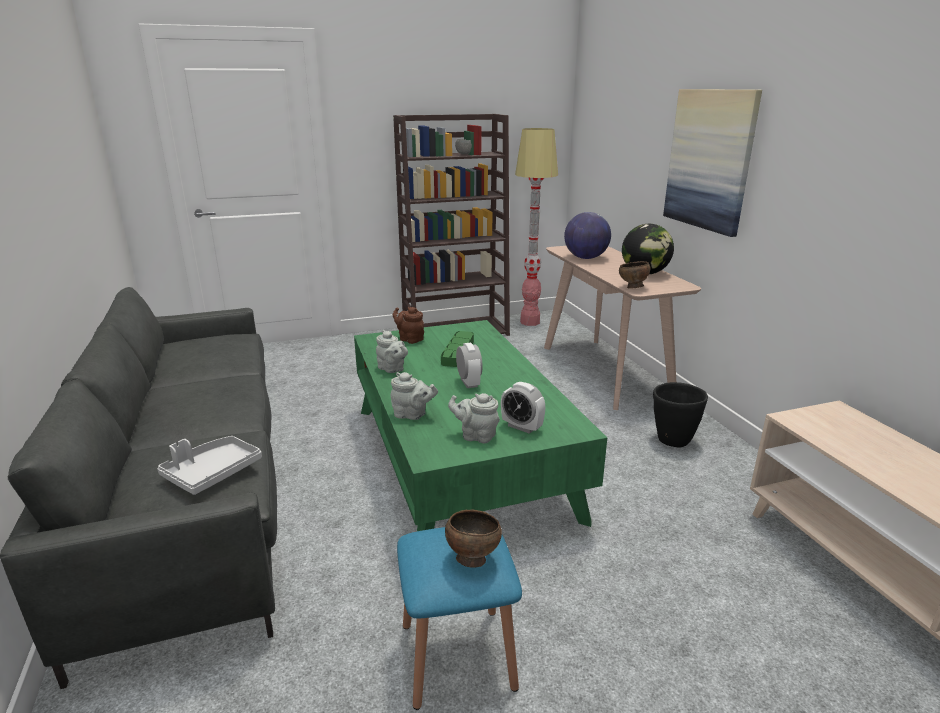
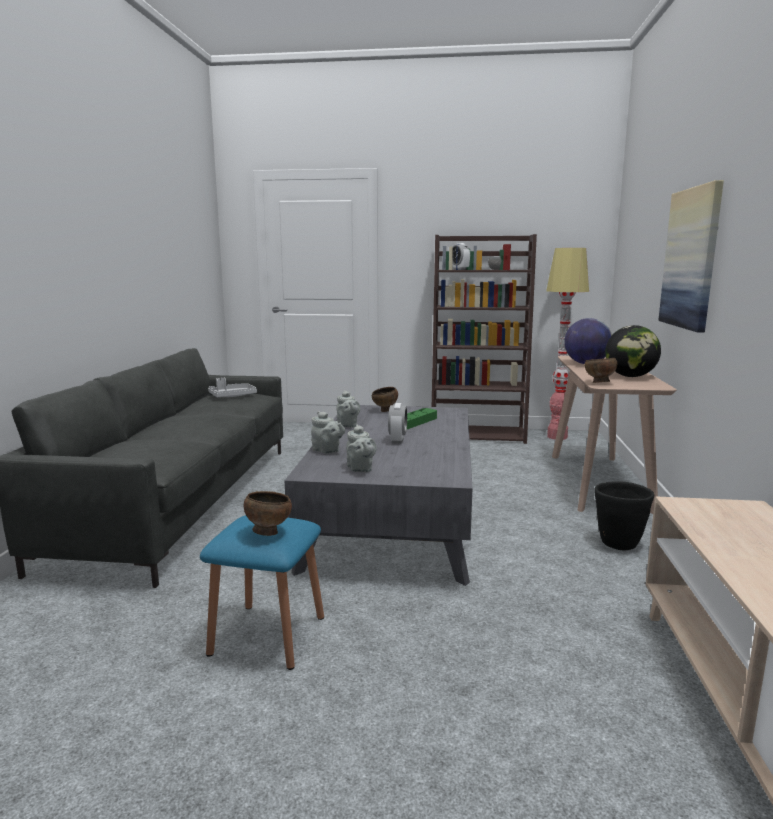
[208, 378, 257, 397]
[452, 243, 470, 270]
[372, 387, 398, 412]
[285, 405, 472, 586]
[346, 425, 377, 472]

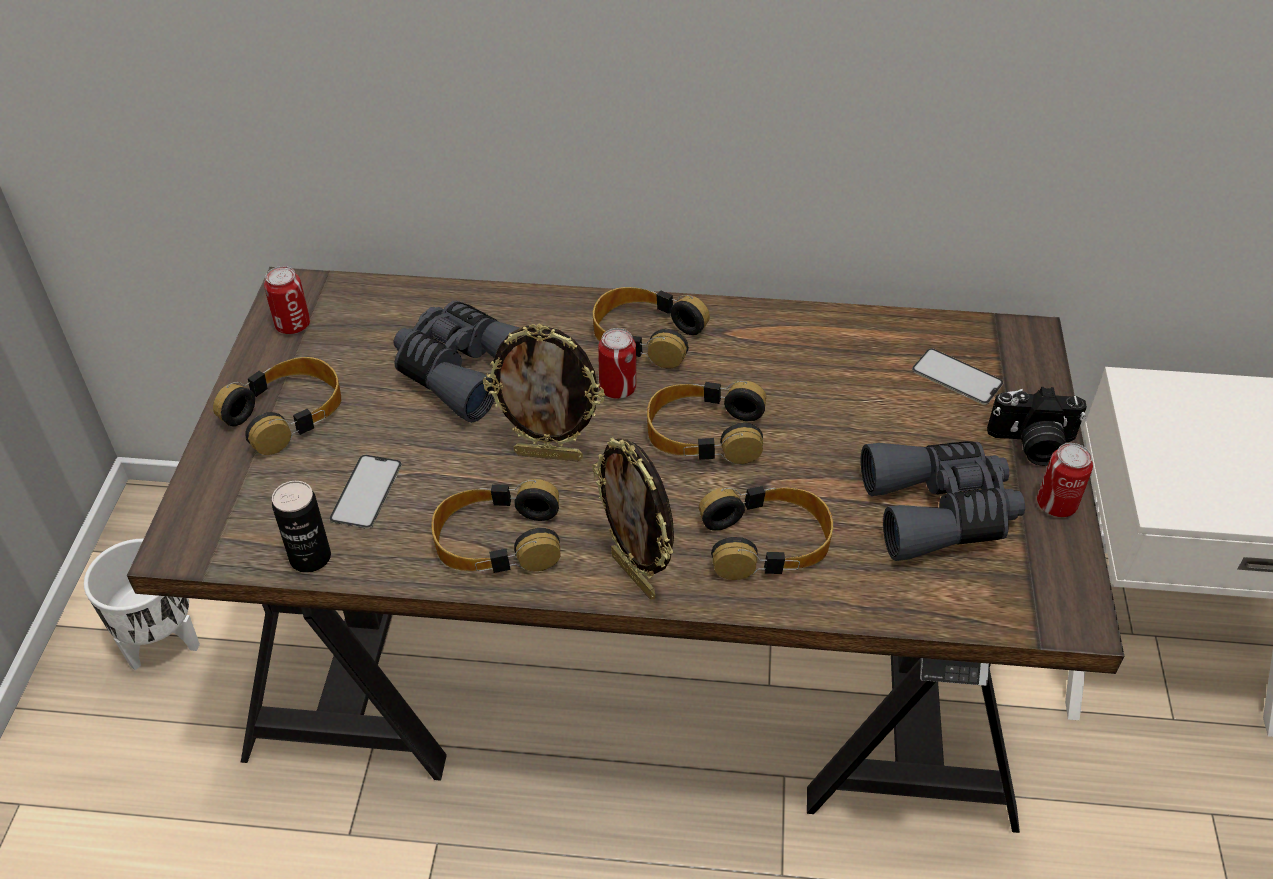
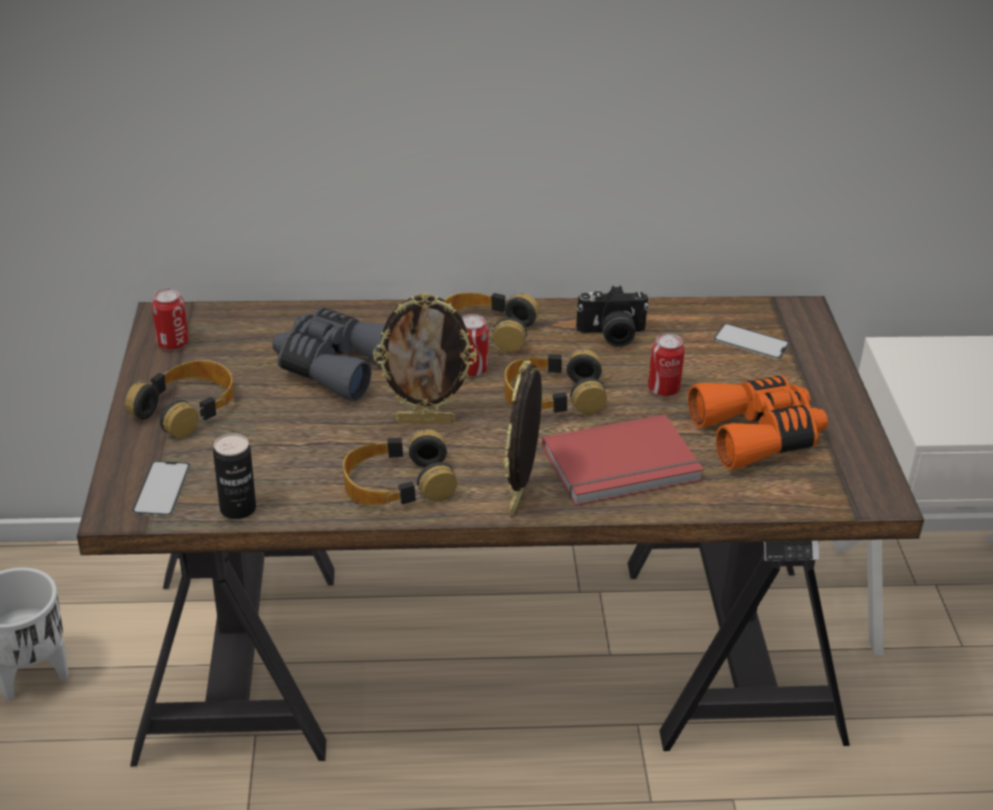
[132, 461, 191, 517]
[576, 286, 649, 347]
[648, 333, 685, 396]
[542, 414, 704, 506]
[688, 376, 828, 469]
[504, 360, 542, 516]

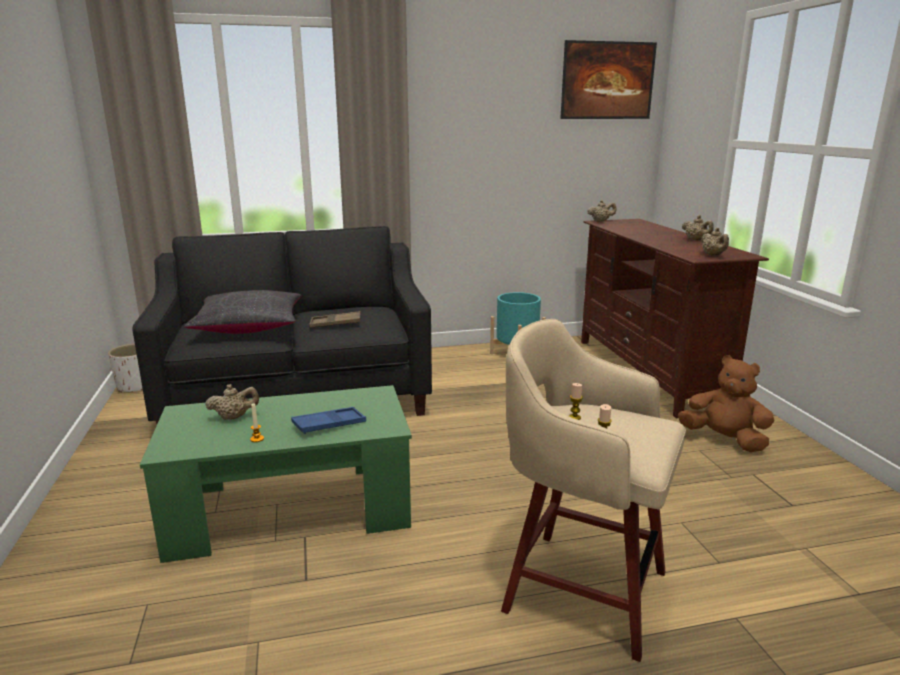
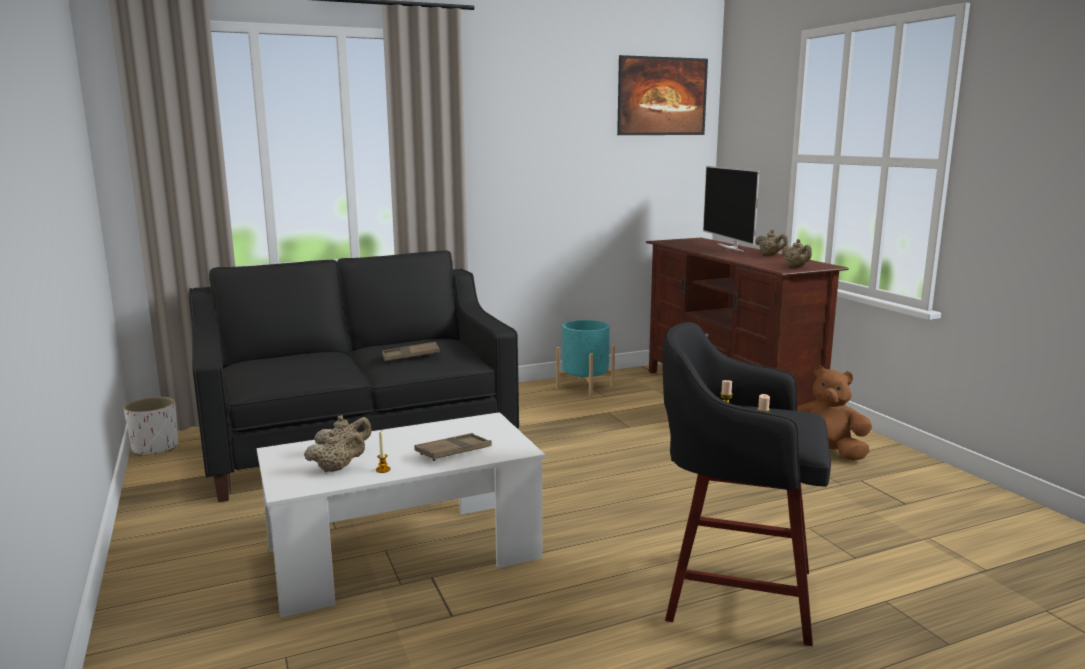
[184, 290, 302, 334] (first image)
[703, 166, 760, 252]
[304, 430, 365, 472]
[257, 412, 545, 618]
[414, 433, 492, 461]
[662, 322, 831, 646]

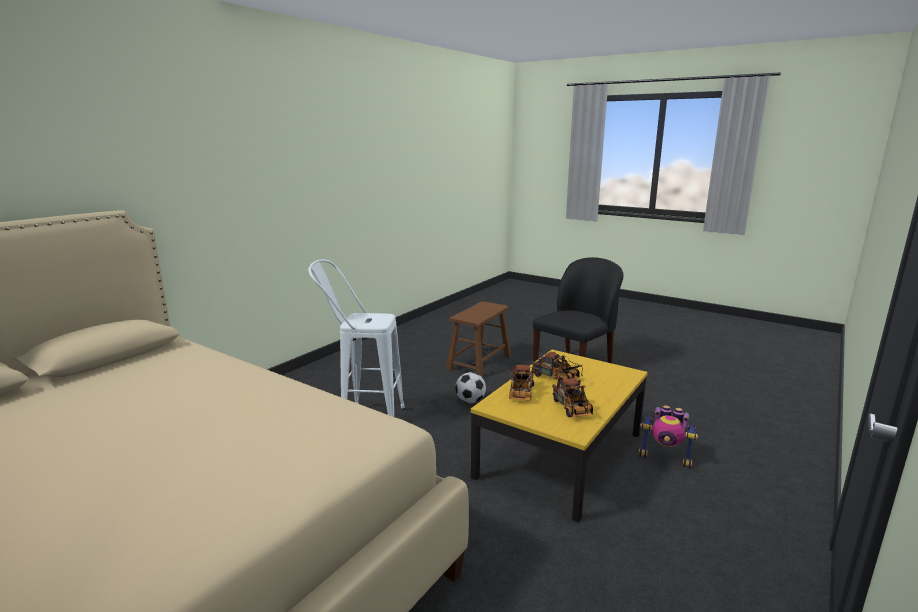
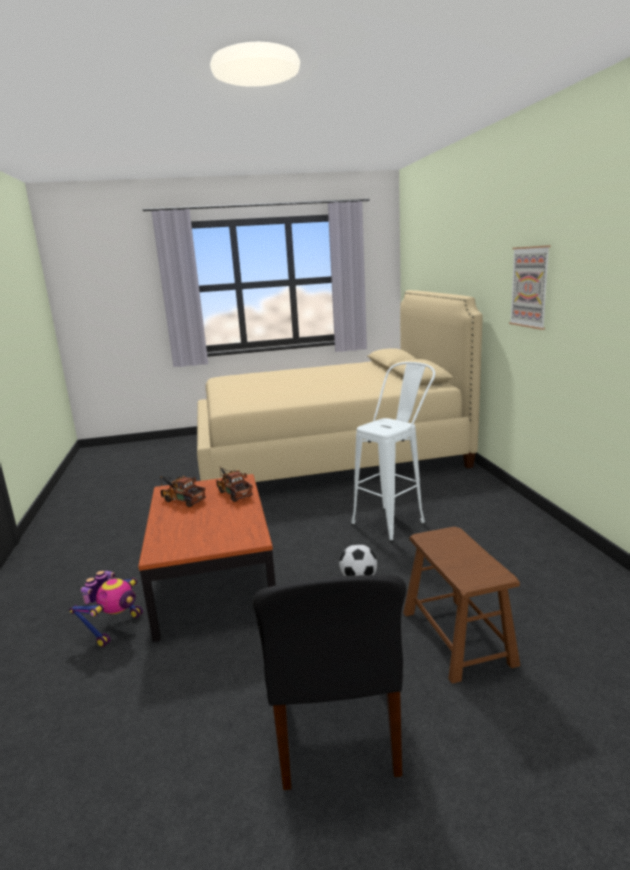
[532, 352, 583, 385] (first image)
[509, 245, 551, 330]
[138, 474, 276, 642]
[69, 571, 143, 647]

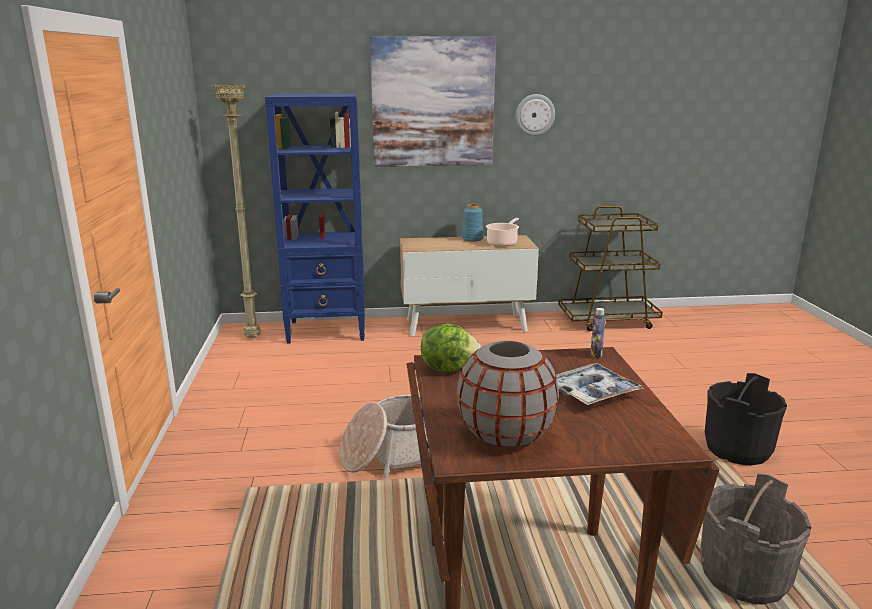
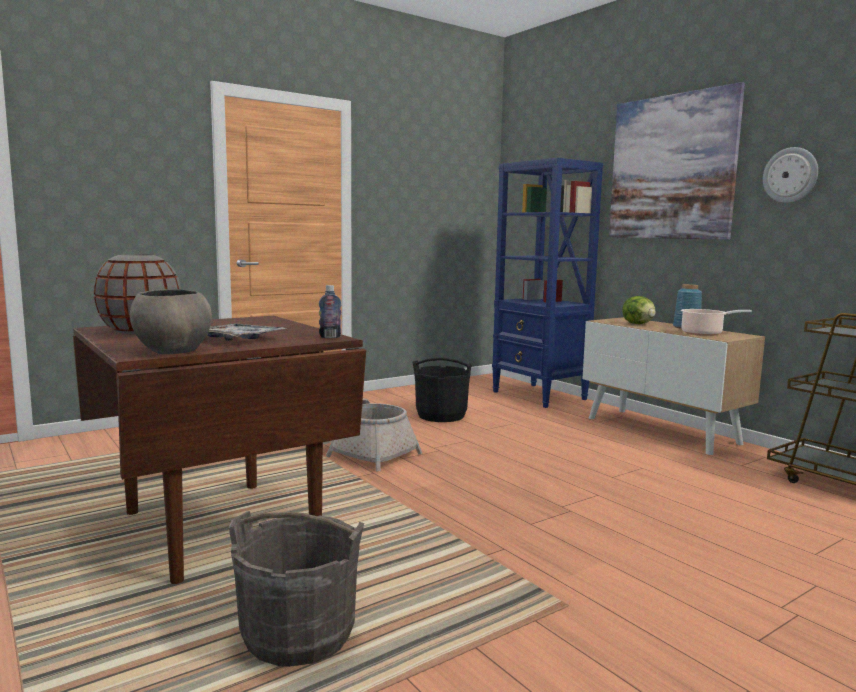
[213, 84, 261, 338] (first image)
[130, 289, 212, 354]
[622, 296, 656, 324]
[413, 358, 472, 422]

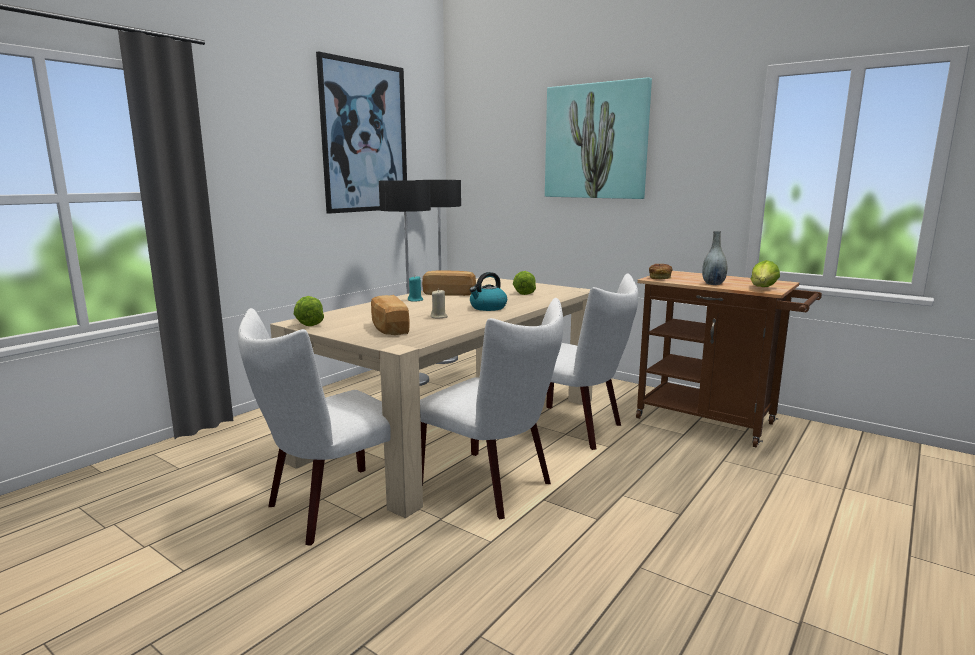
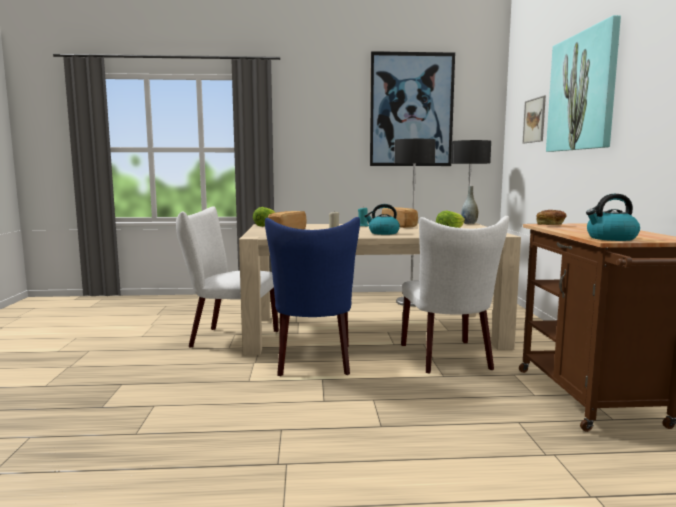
[522, 95, 546, 144]
[461, 186, 478, 224]
[586, 194, 640, 241]
[265, 217, 360, 376]

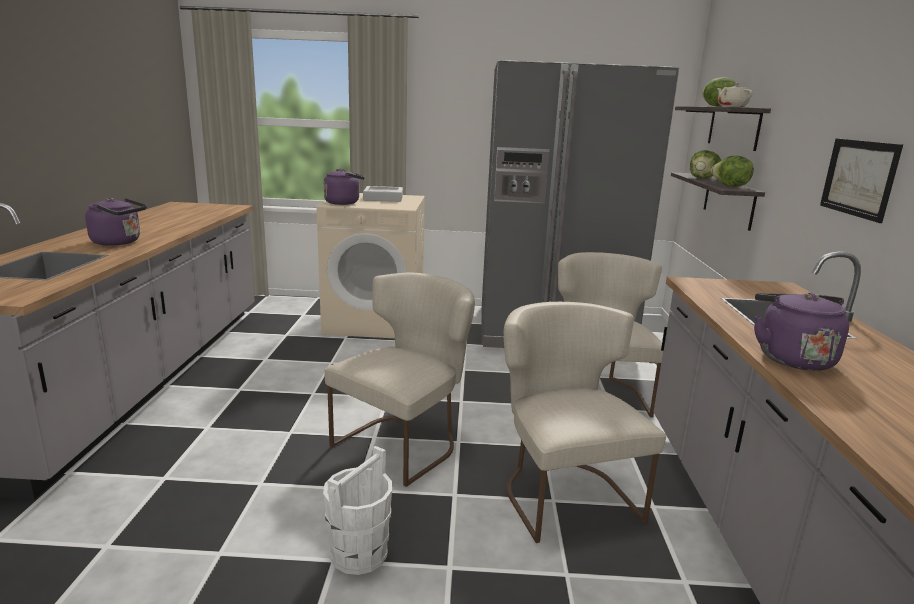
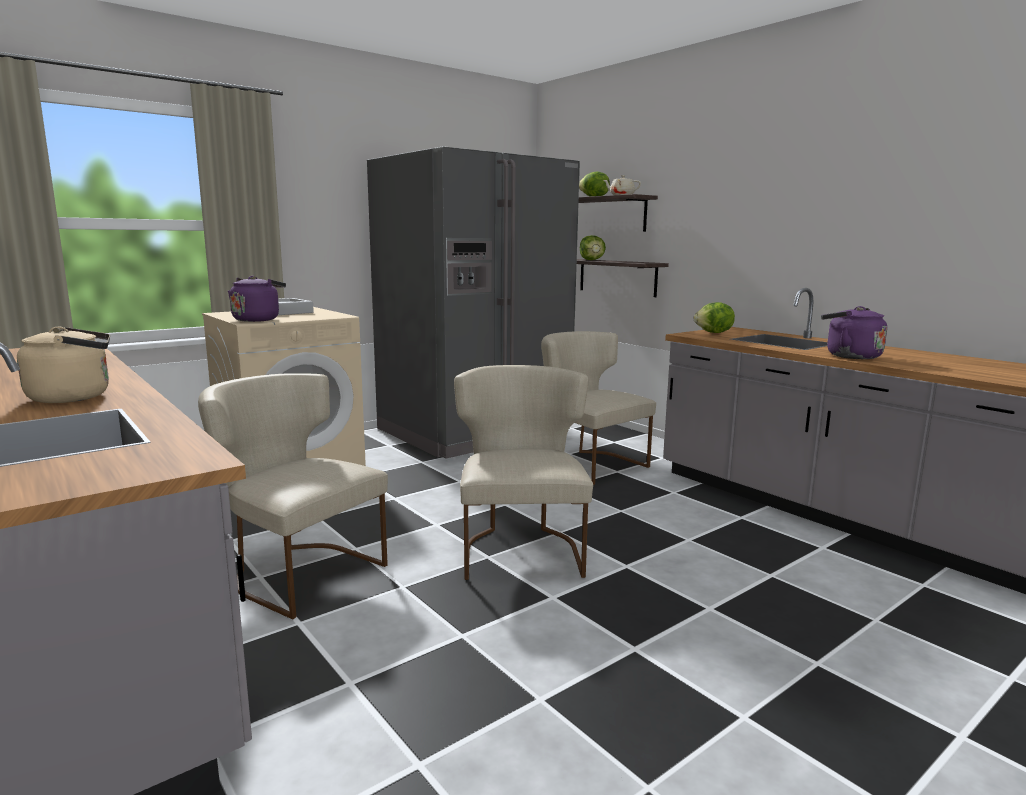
[323, 446, 392, 575] (first image)
[820, 138, 903, 223] (first image)
[198, 373, 388, 619]
[694, 302, 735, 333]
[17, 327, 110, 403]

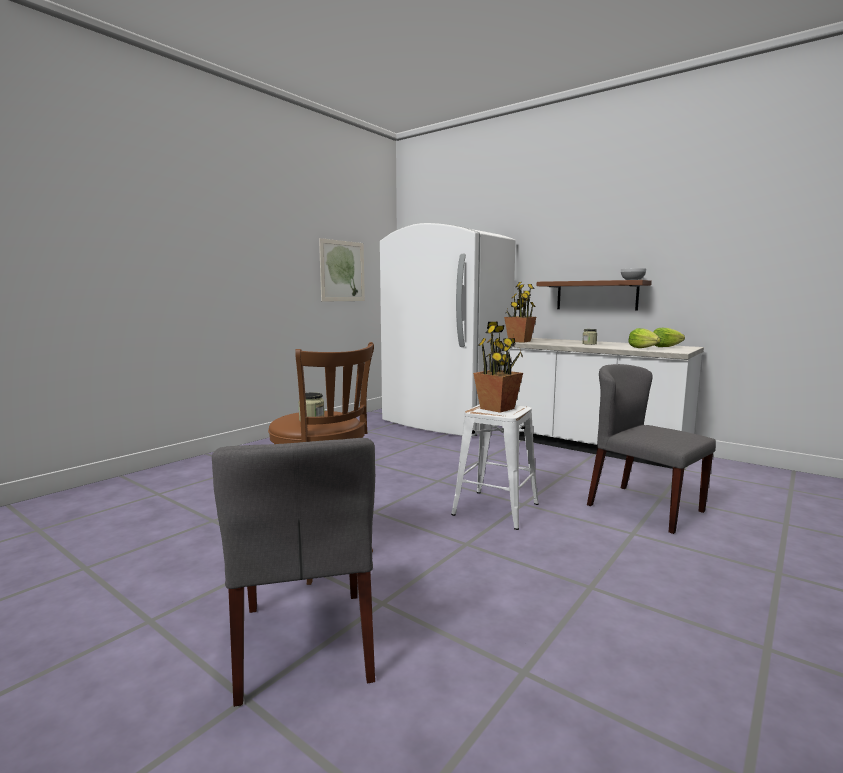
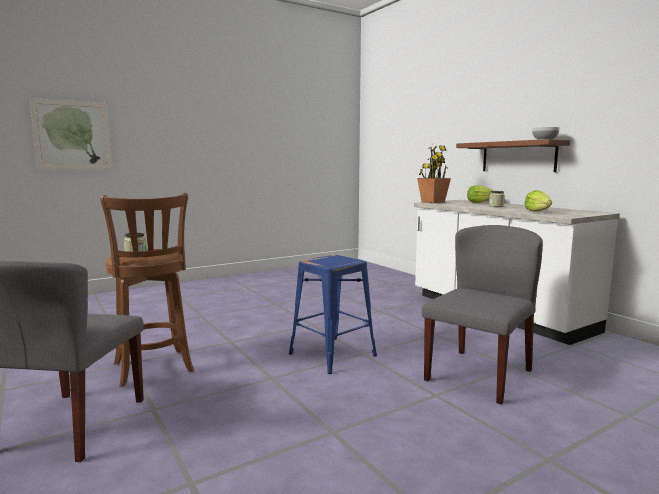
[380, 223, 516, 437] (first image)
[473, 322, 523, 413] (first image)
[30, 98, 112, 170]
[467, 185, 494, 203]
[289, 255, 377, 374]
[422, 225, 543, 405]

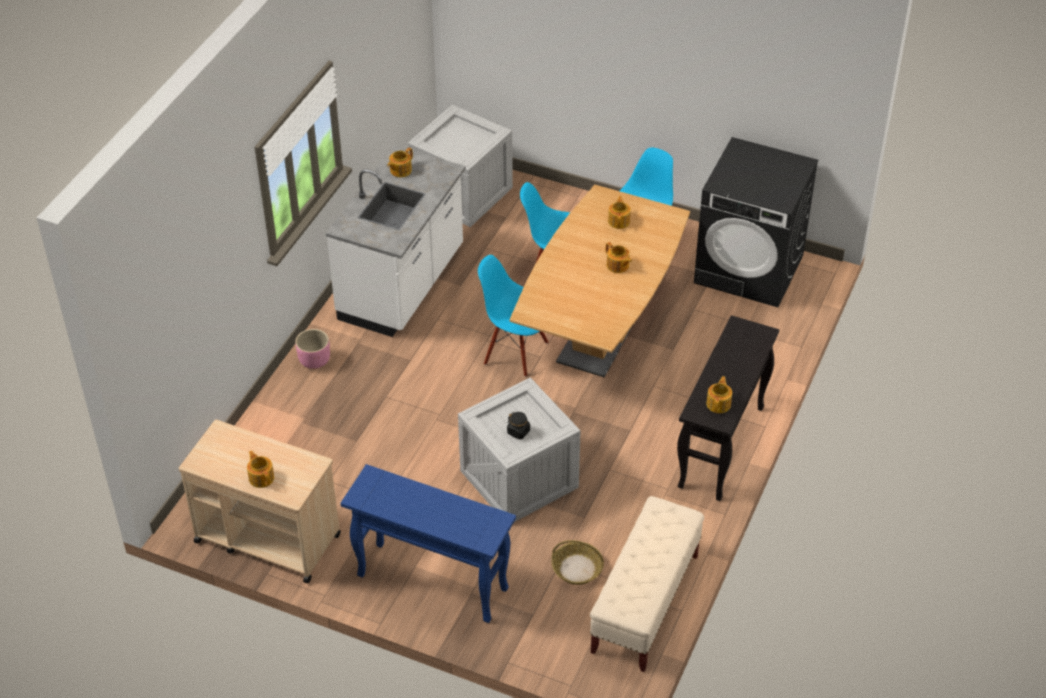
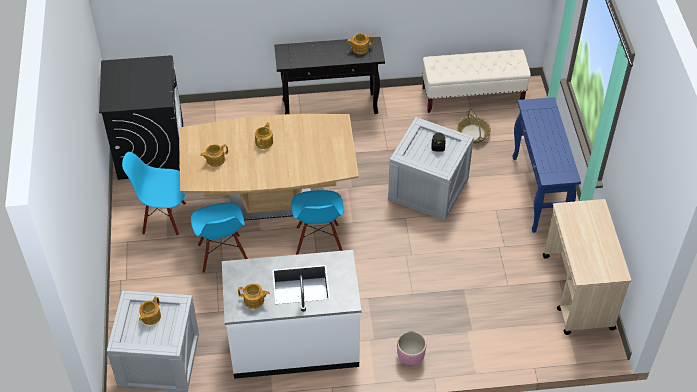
[139, 296, 161, 325]

